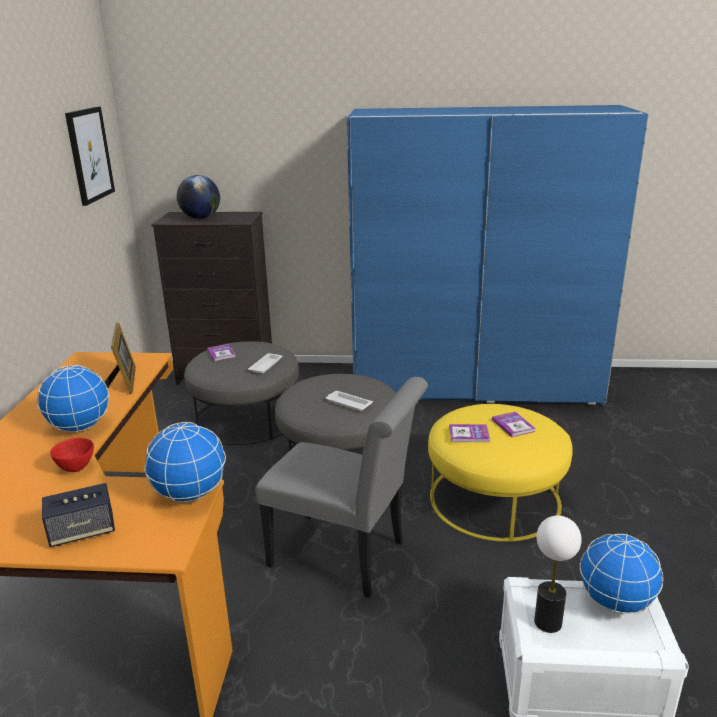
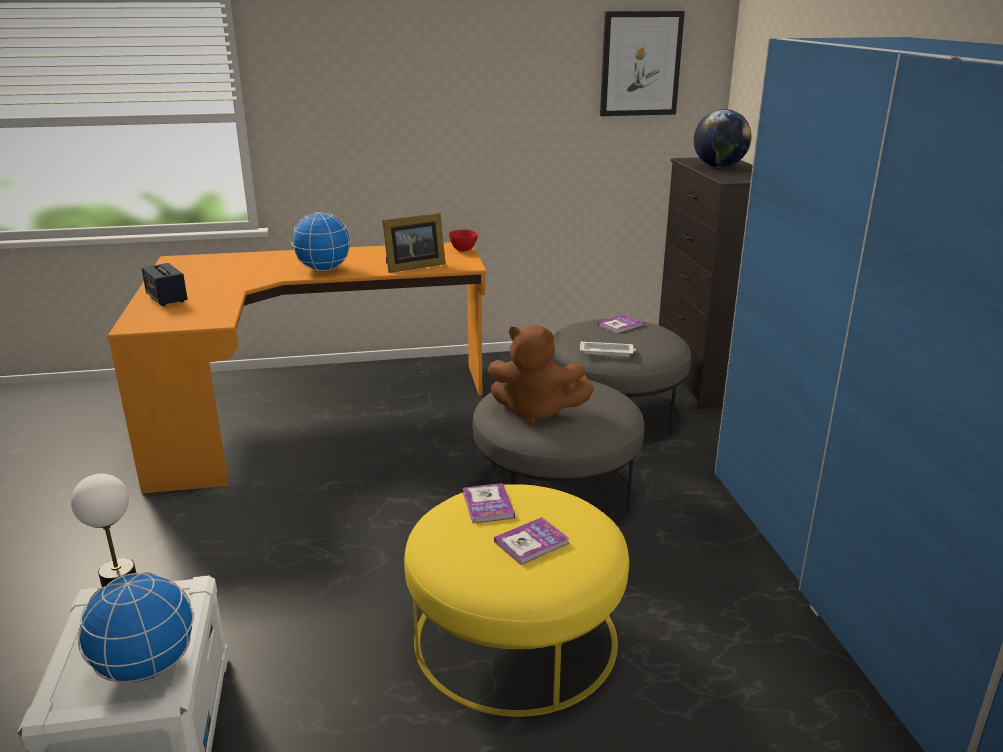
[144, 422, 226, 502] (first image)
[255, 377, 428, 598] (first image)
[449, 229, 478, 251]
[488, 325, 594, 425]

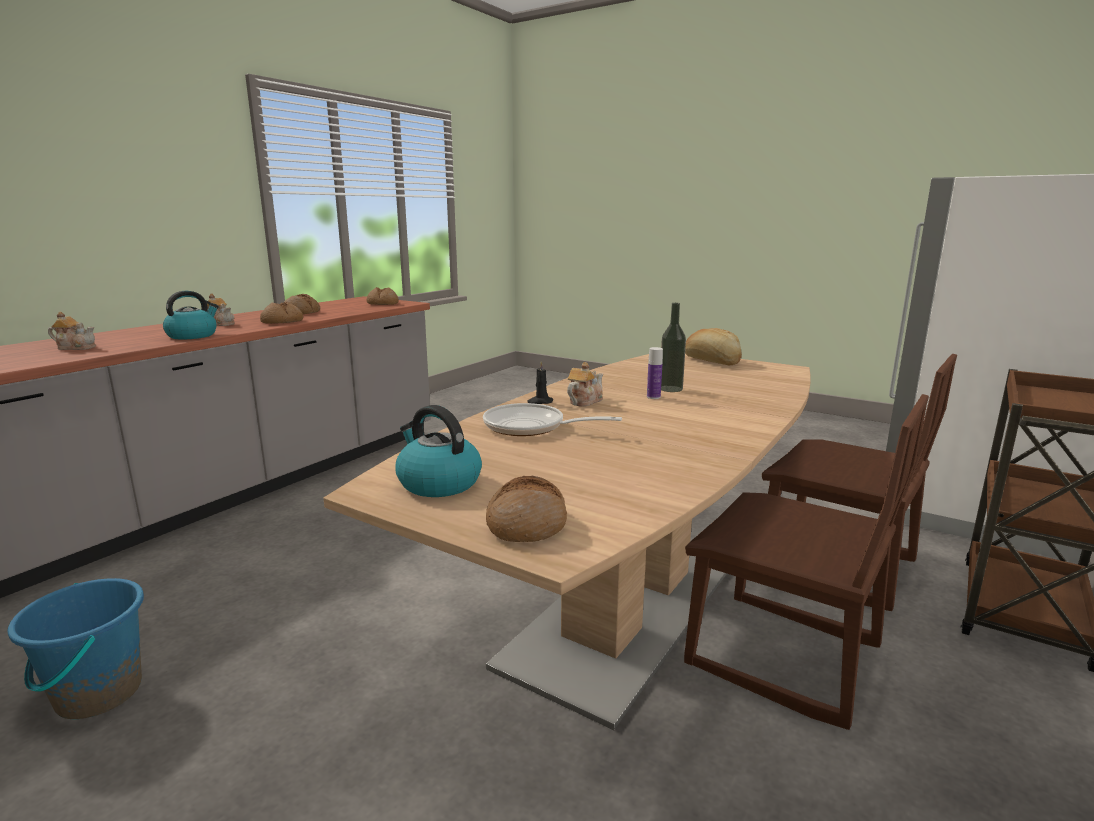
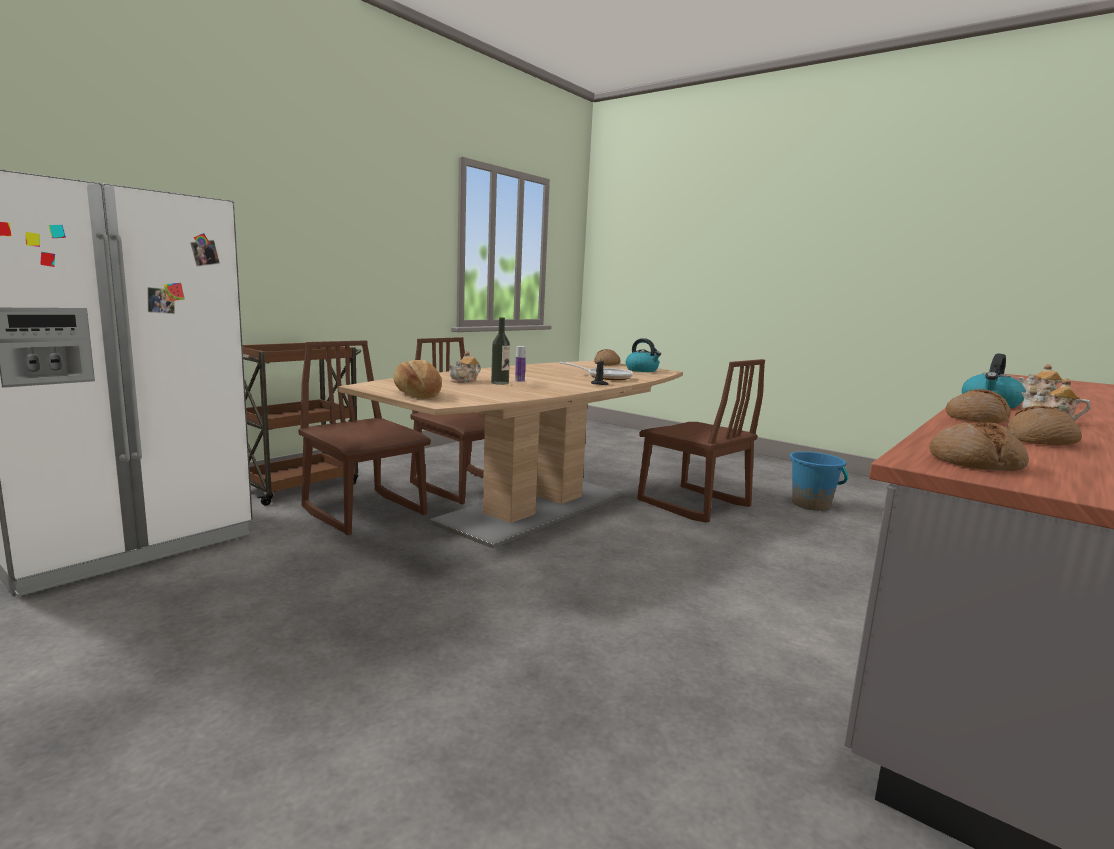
[637, 359, 765, 523]
[449, 351, 481, 383]

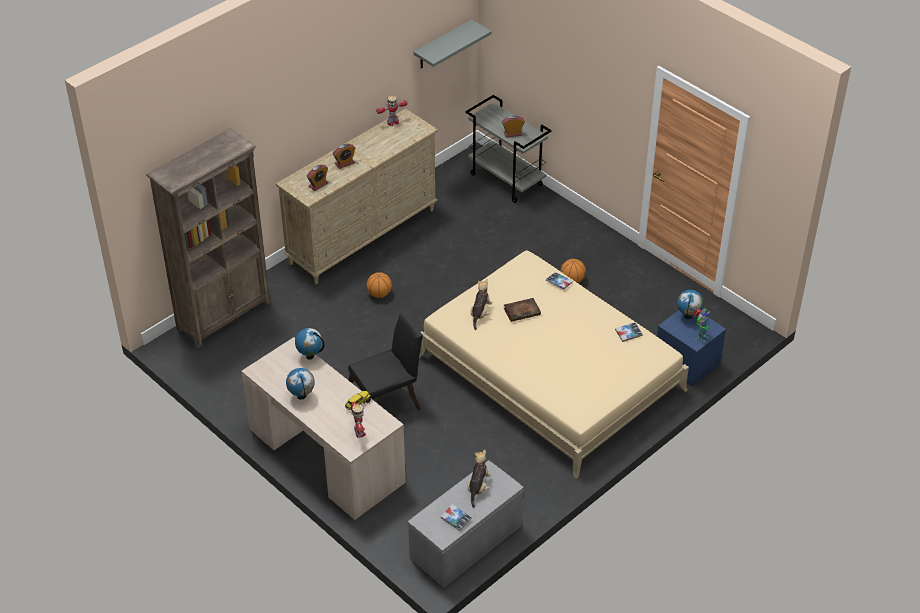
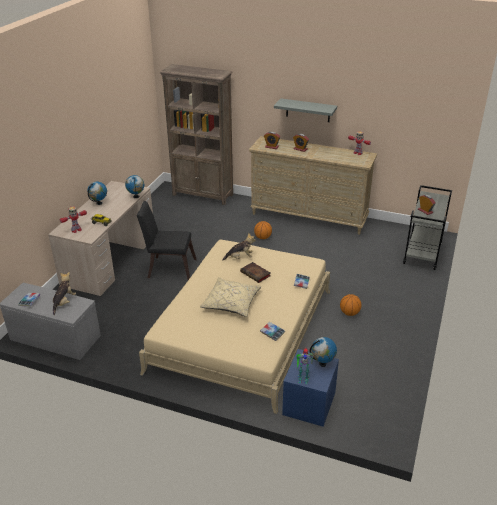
[200, 277, 262, 317]
[274, 98, 337, 122]
[137, 201, 197, 280]
[53, 272, 76, 315]

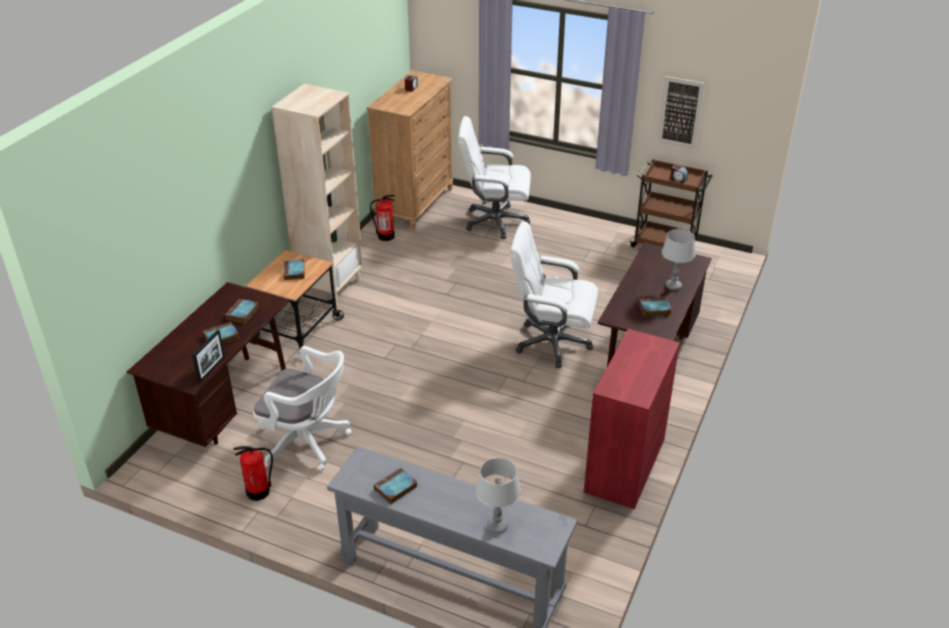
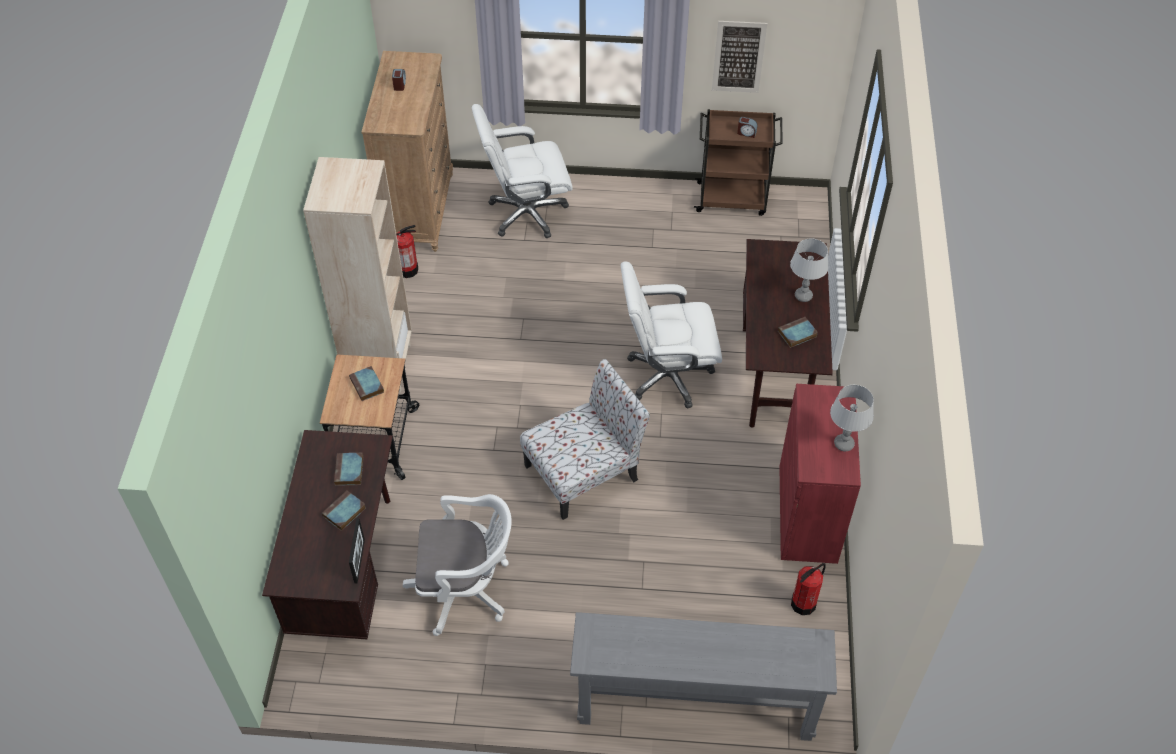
[374, 468, 418, 504] (first image)
[520, 359, 650, 520]
[791, 563, 826, 615]
[830, 385, 874, 451]

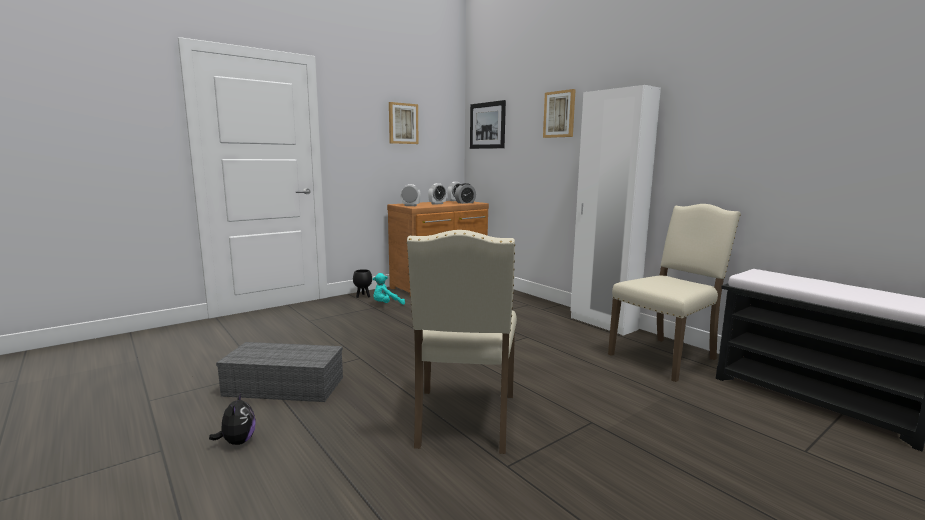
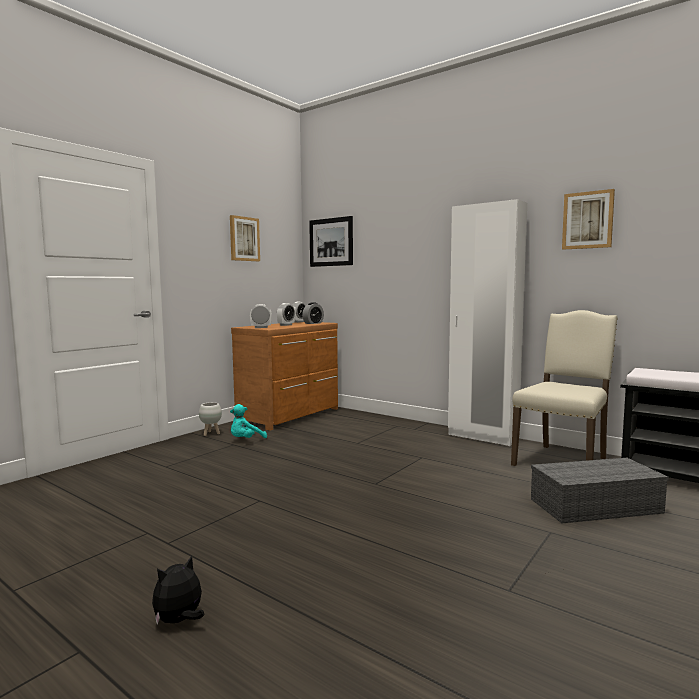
[407, 230, 517, 454] (first image)
[531, 458, 669, 523]
[562, 189, 615, 250]
[199, 402, 222, 436]
[152, 556, 204, 624]

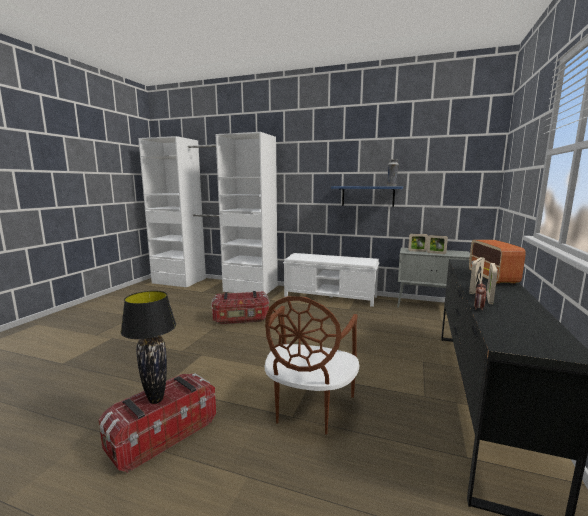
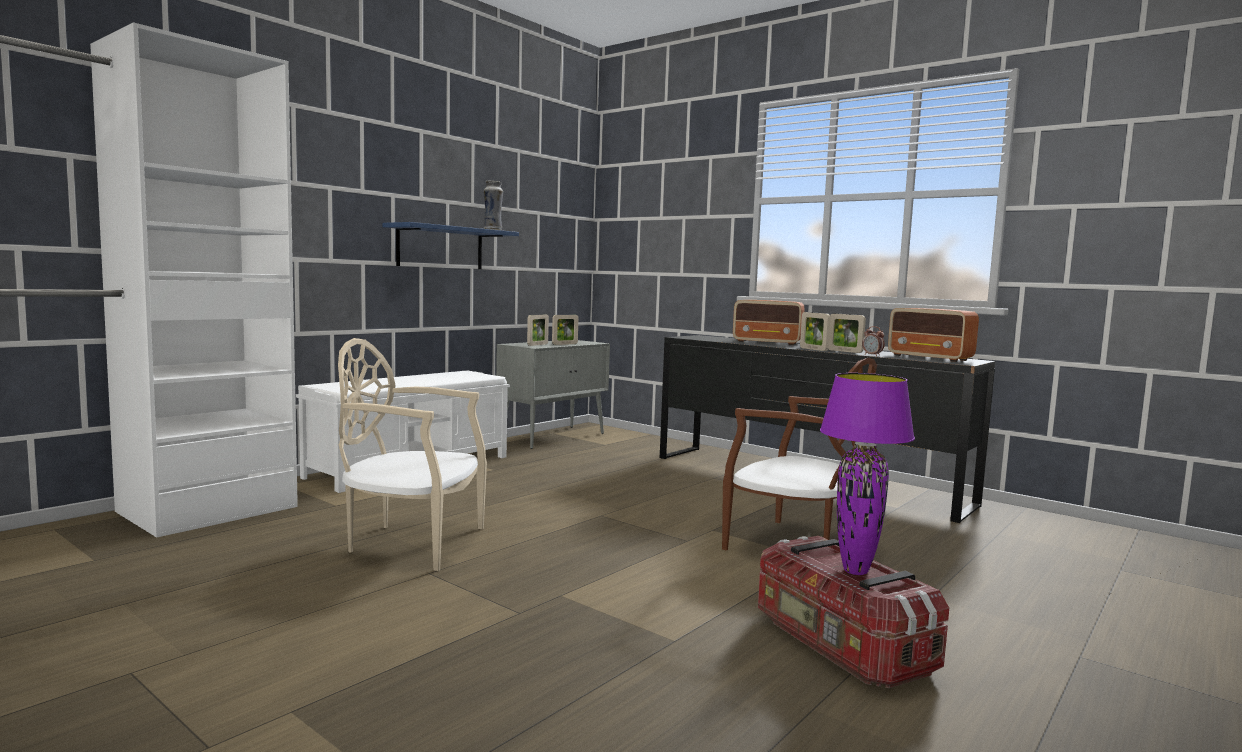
[888, 308, 979, 362]
[338, 338, 487, 571]
[820, 373, 915, 575]

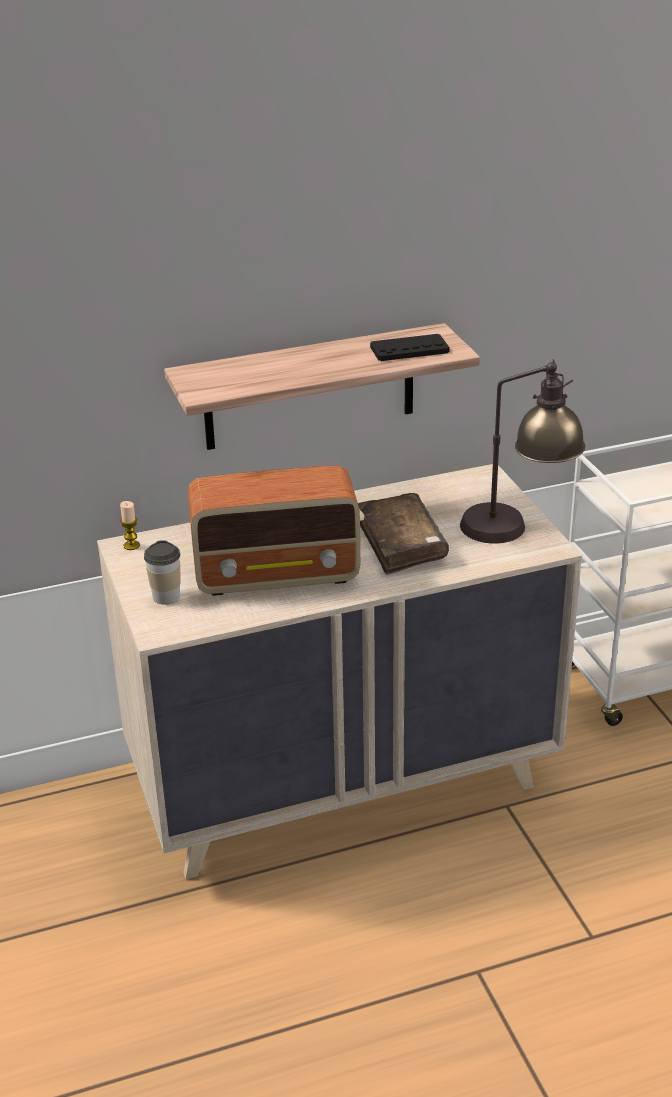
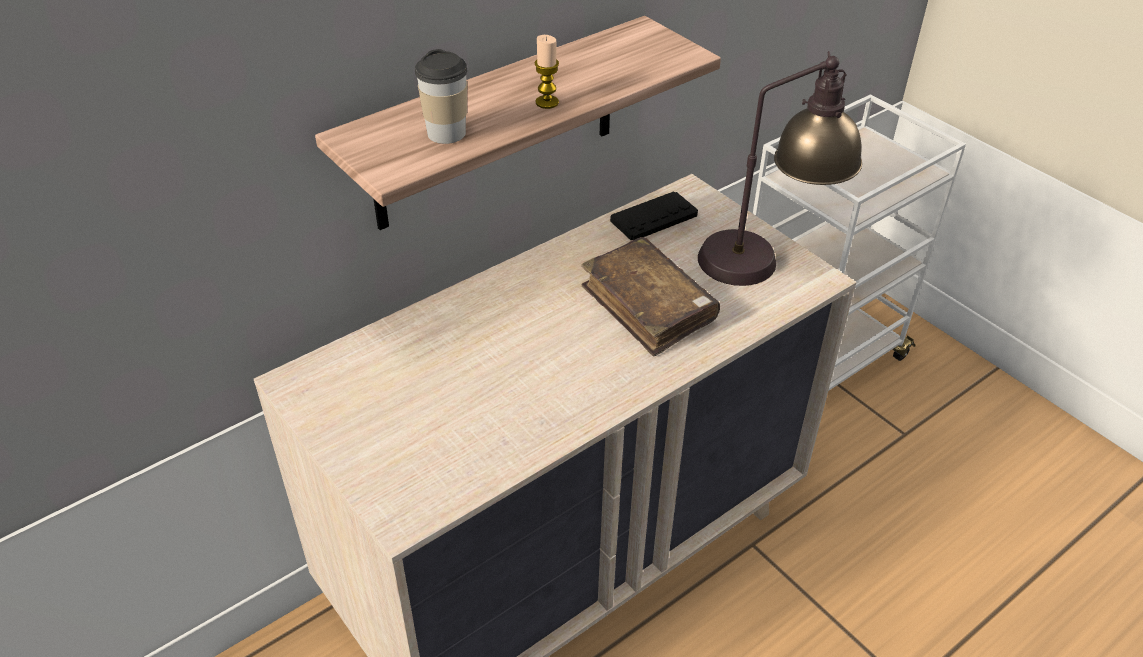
[188, 466, 360, 596] (first image)
[535, 35, 559, 109]
[415, 49, 468, 144]
[610, 191, 698, 240]

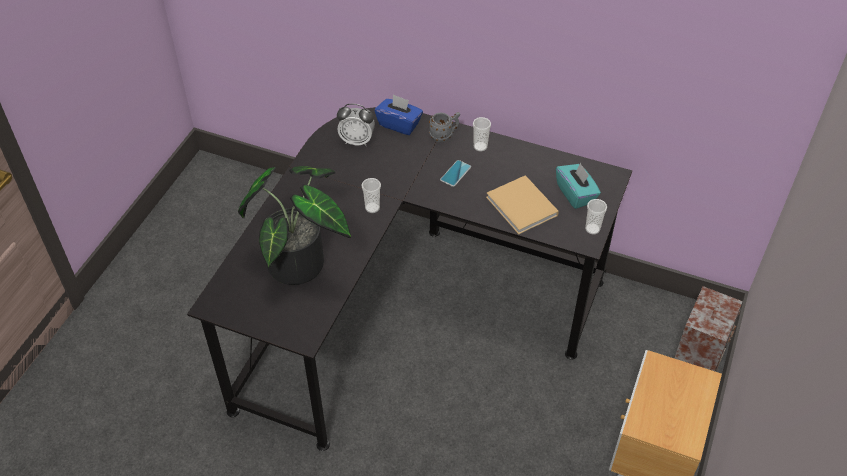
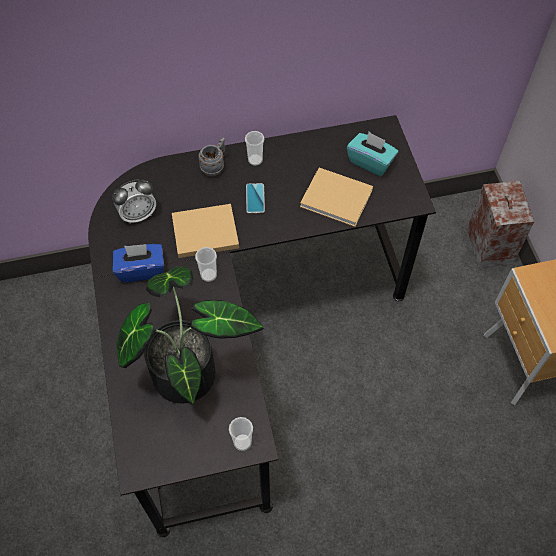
[172, 204, 239, 258]
[113, 244, 164, 282]
[229, 417, 253, 451]

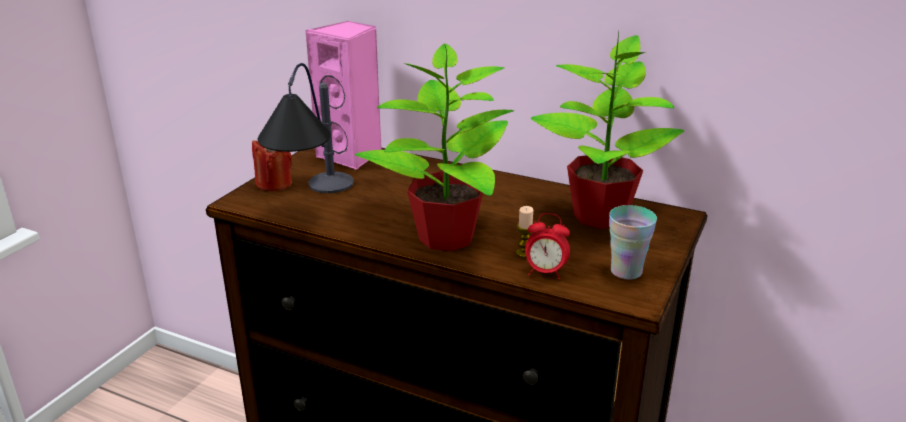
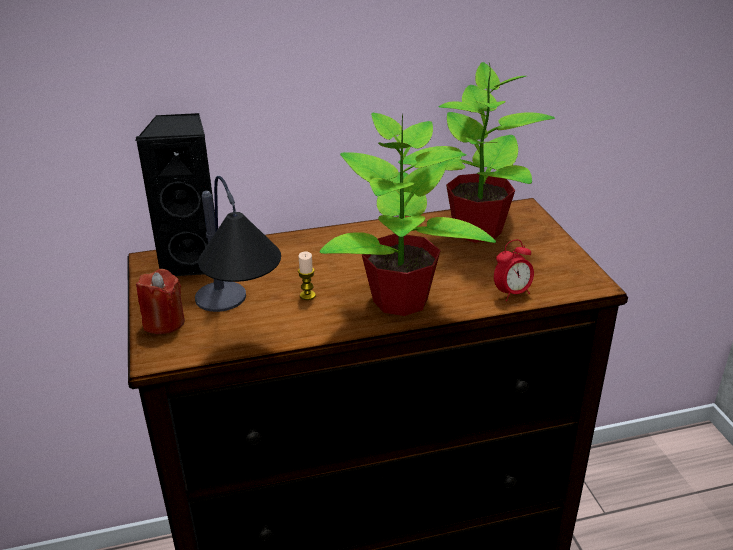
[609, 205, 657, 280] (first image)
[298, 251, 316, 300]
[135, 113, 215, 276]

